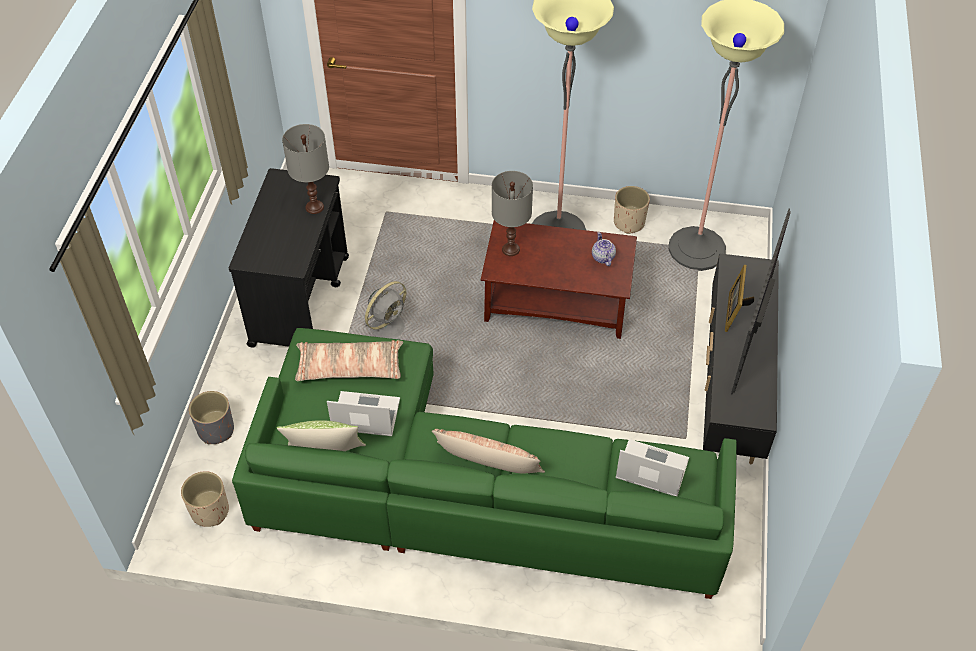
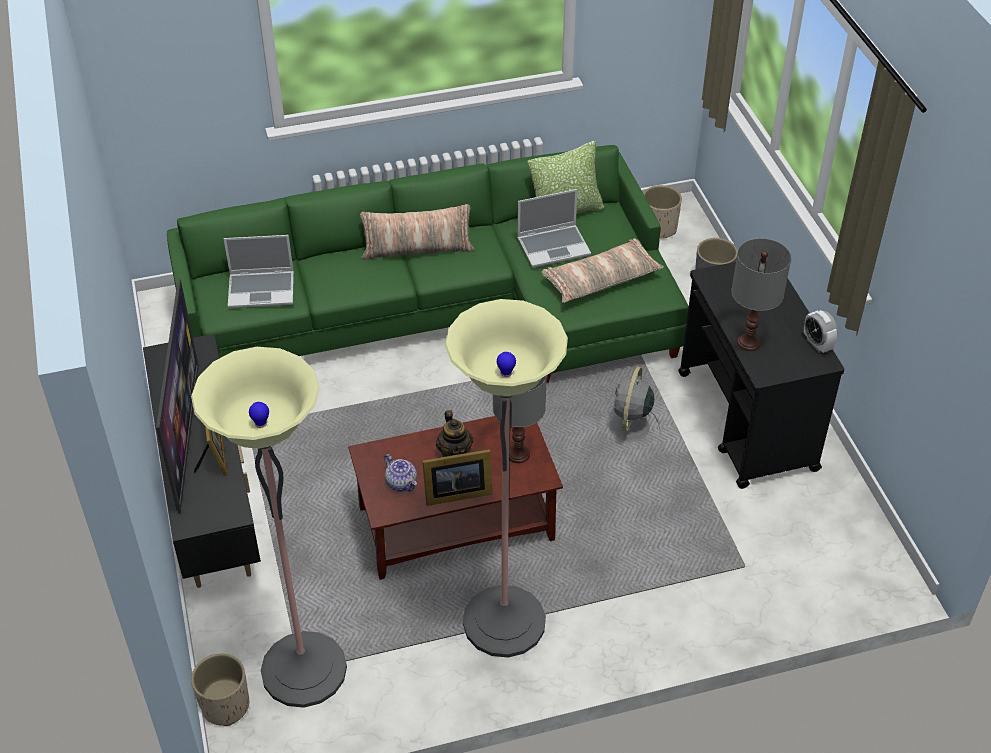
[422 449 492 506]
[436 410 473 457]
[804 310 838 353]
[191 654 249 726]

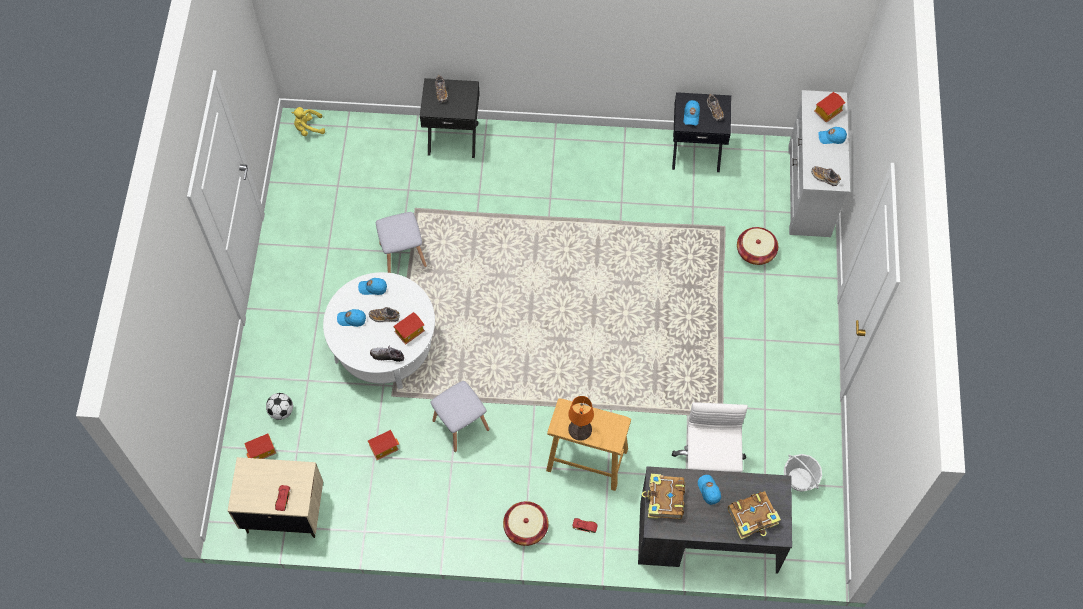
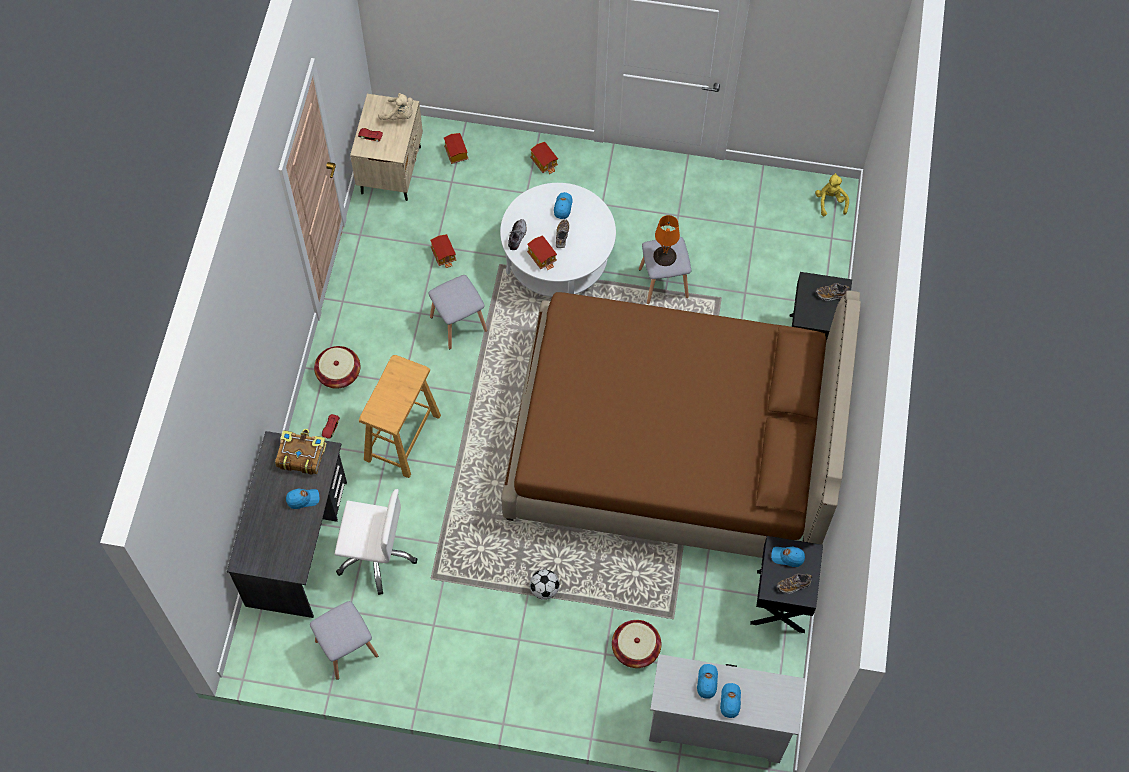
[728 491 781 540] (first image)
[812 166 841 186] (first image)
[378 93 413 120]
[501 290 861 558]
[530 569 560 600]
[697 664 718 699]
[653 215 680 266]
[530 142 558 174]
[310 601 378 680]

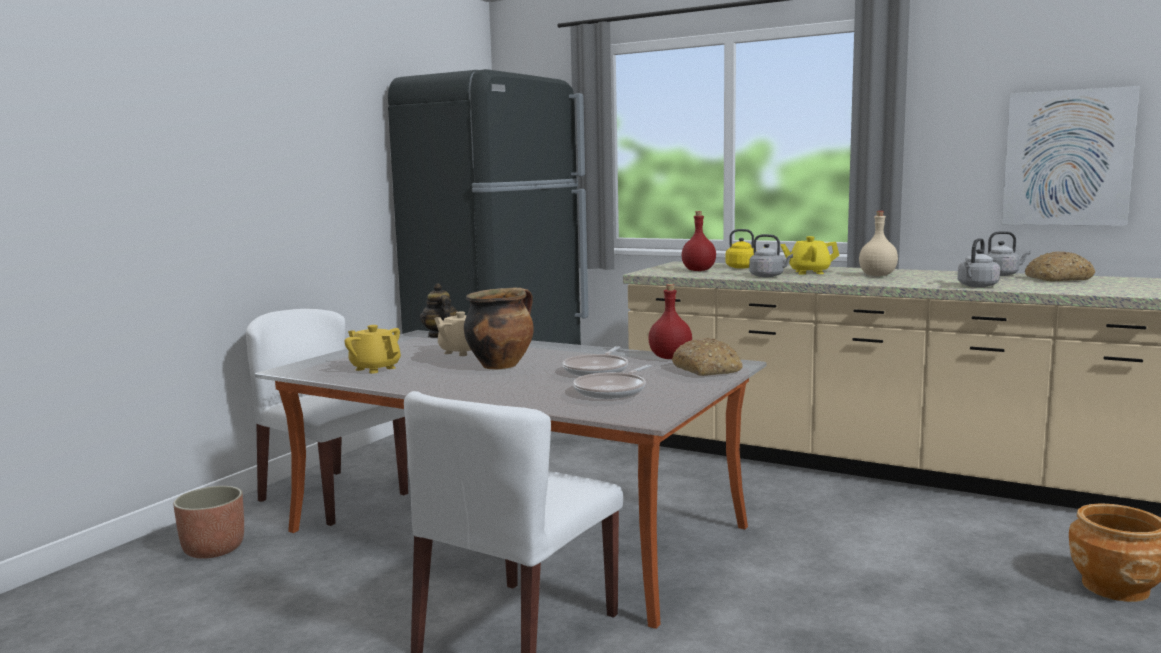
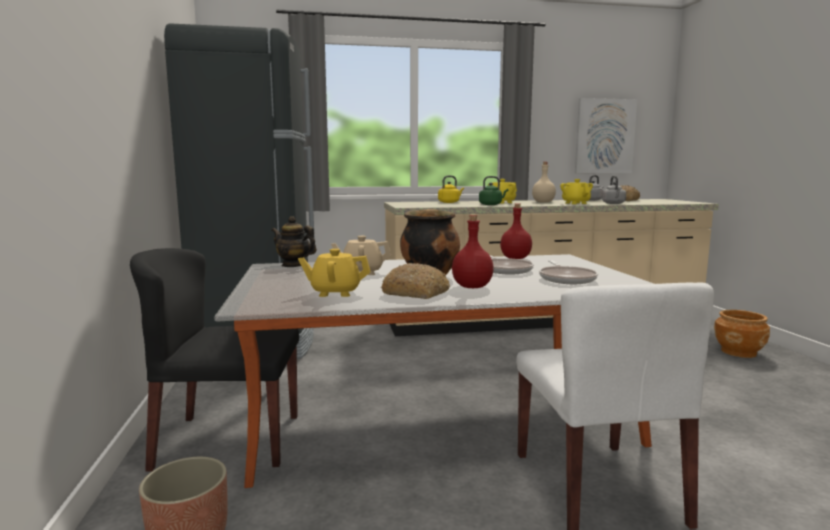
[560 179 593 204]
[381 263 450 299]
[452 215 494 288]
[130 248 299 472]
[479 176 508 205]

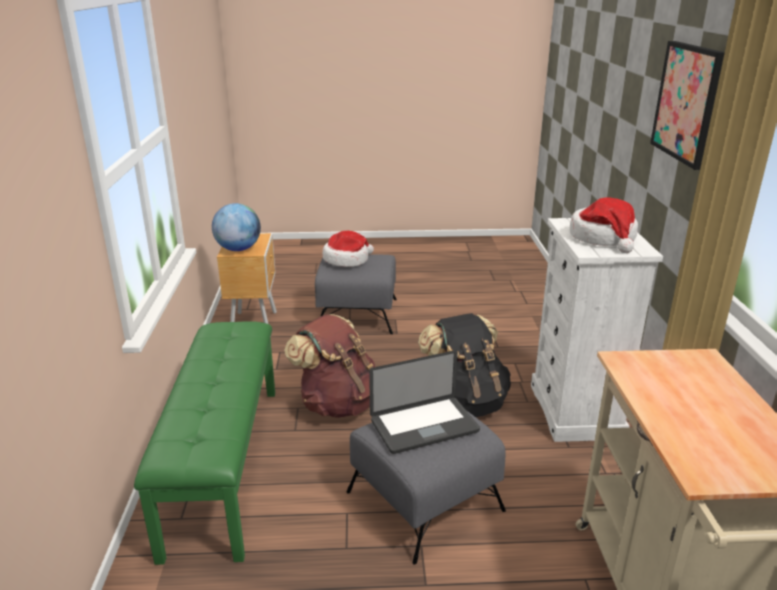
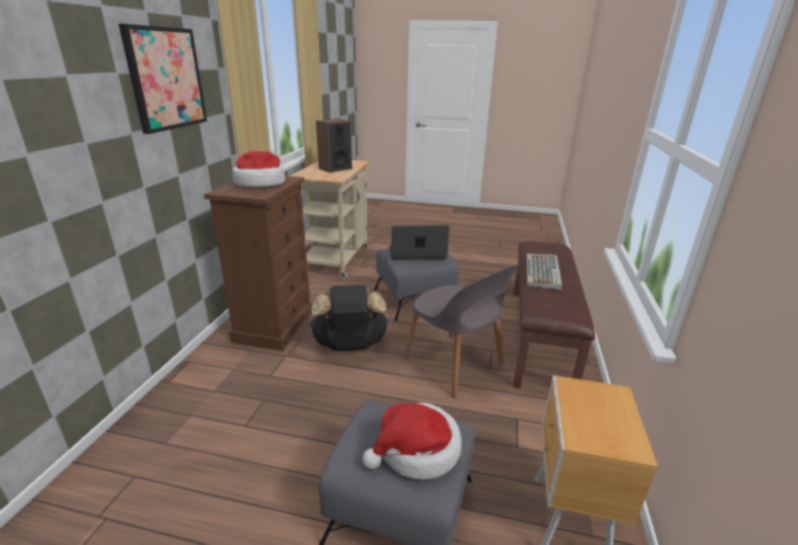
[212 203 261 251] (first image)
[316 119 352 173]
[526 254 562 290]
[404 264 519 398]
[513 241 595 388]
[204 176 313 351]

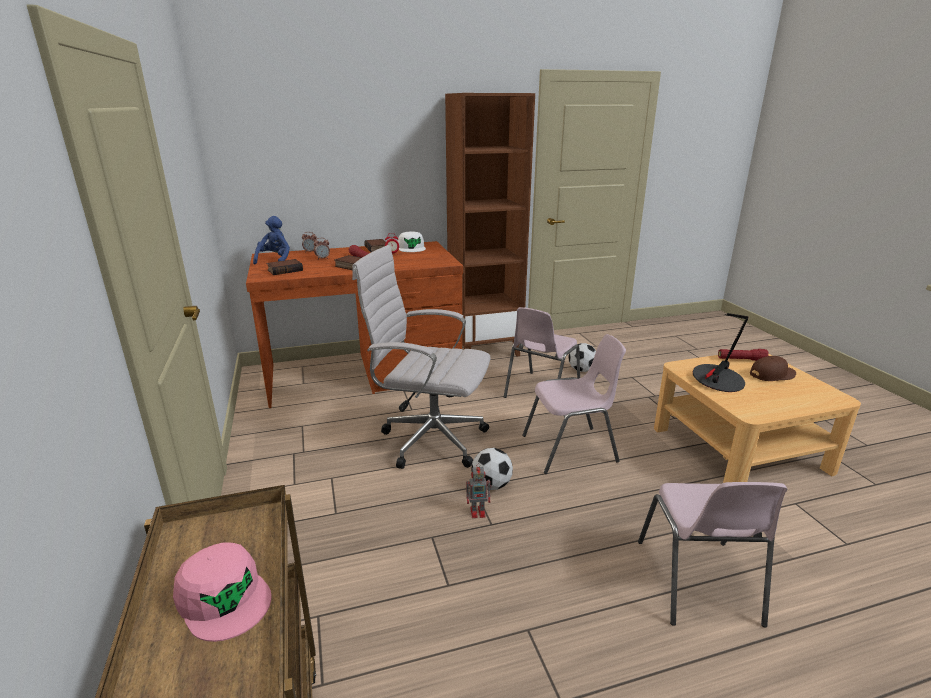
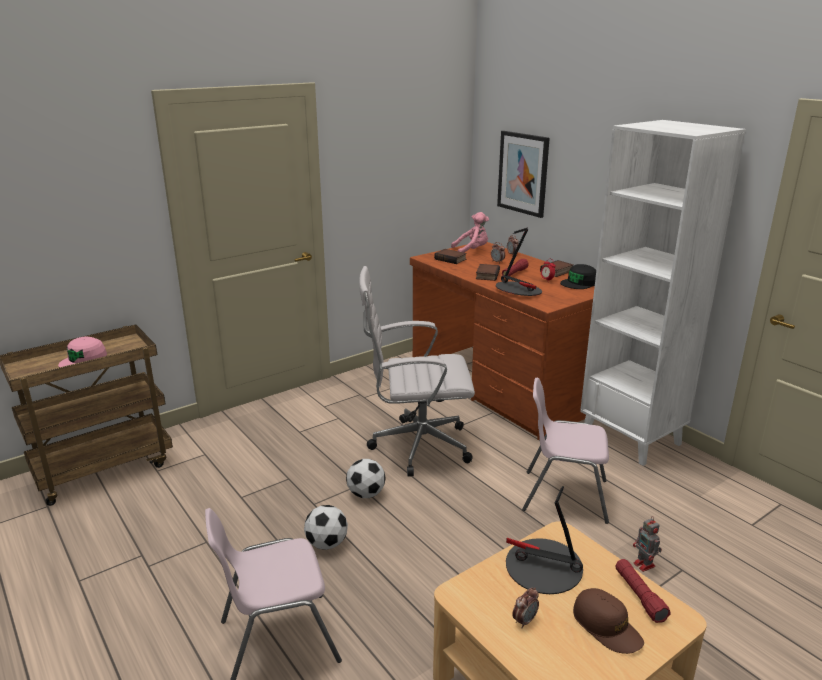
[522 334 626 474] (first image)
[496 228 542 296]
[497 131 550 218]
[512 587 539 628]
[633 516 662 572]
[304 505 348 550]
[451 212 489 253]
[560 264 596 289]
[580 120 746 466]
[359 266 475 476]

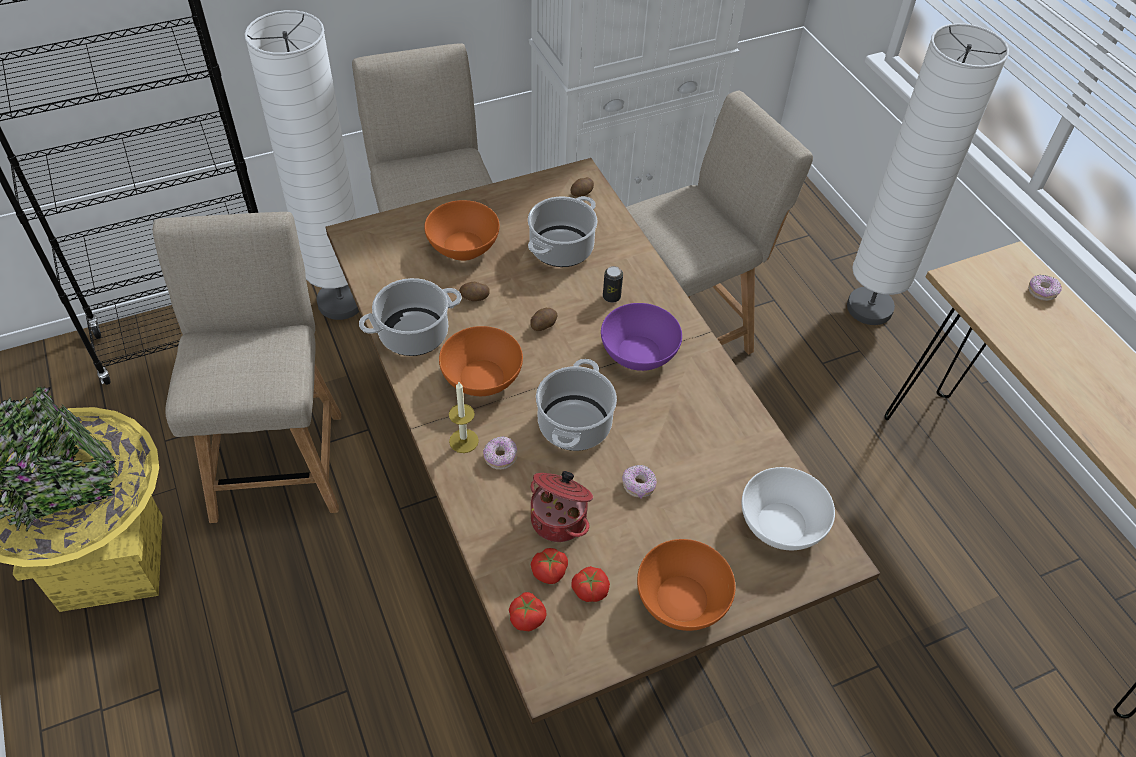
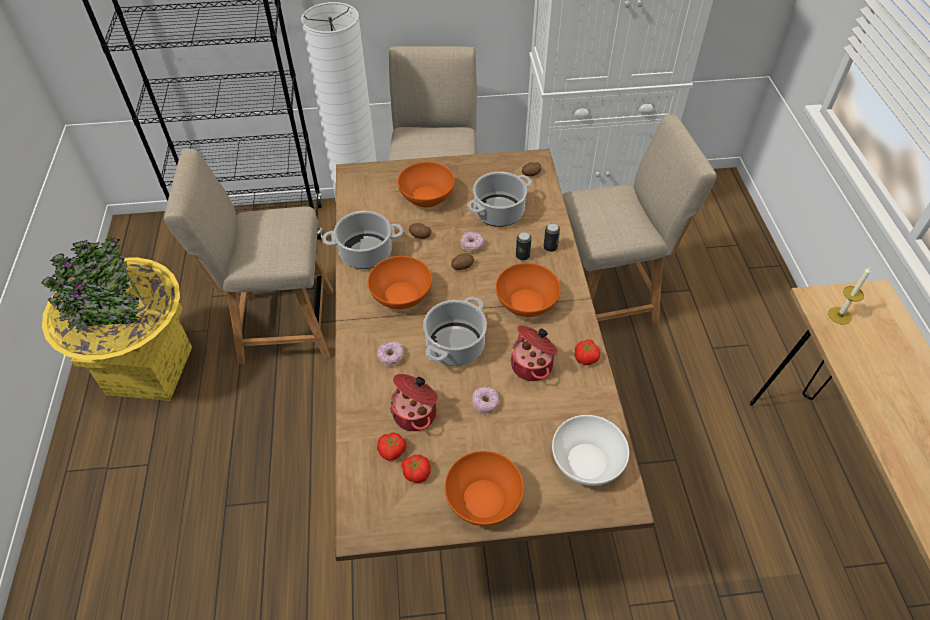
[847 23 1009 325] (first image)
[511 325 558 381]
[543 223 560 252]
[828 267 870 325]
[575 339 600 365]
[460 231 484 252]
[496 263 561 317]
[164 149 333 365]

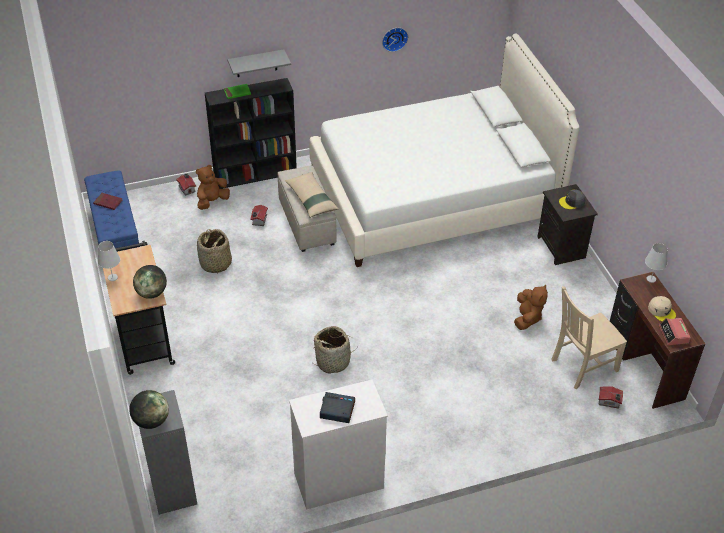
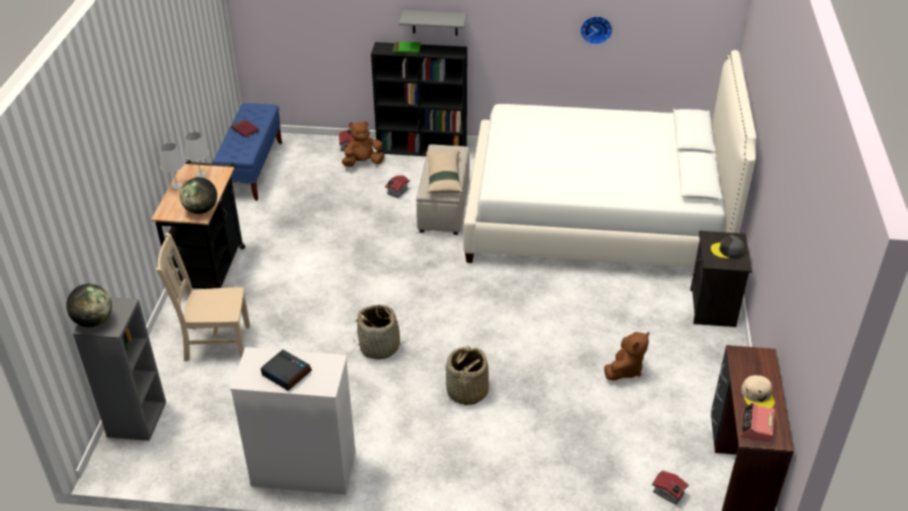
[446 345 489 406]
[156 232 250 362]
[185 132 209 178]

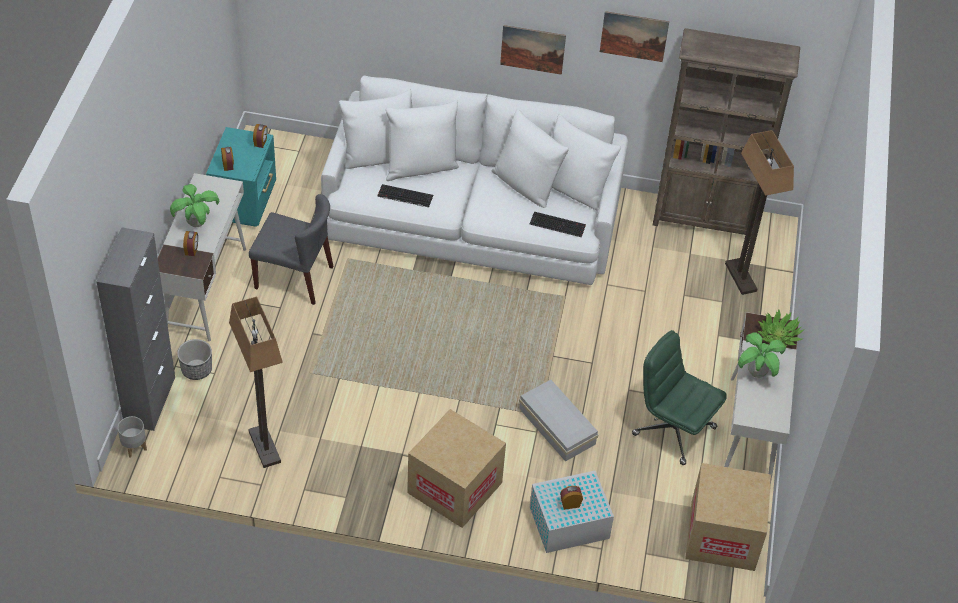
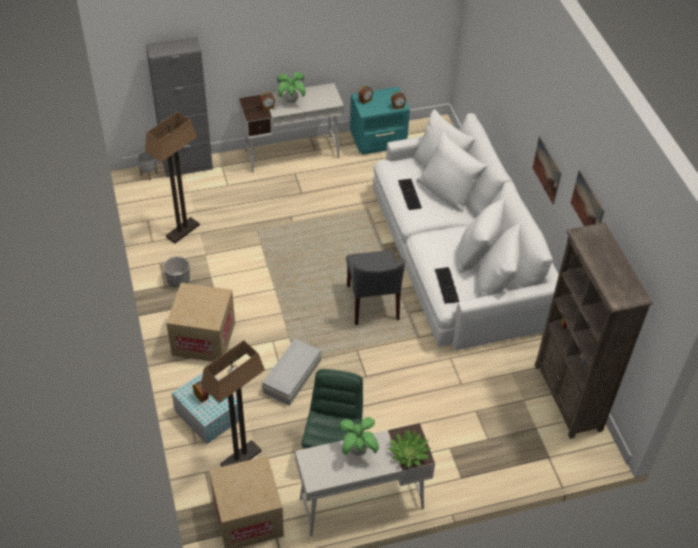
[163 256 190 287]
[346 250 405 325]
[201 340 265 467]

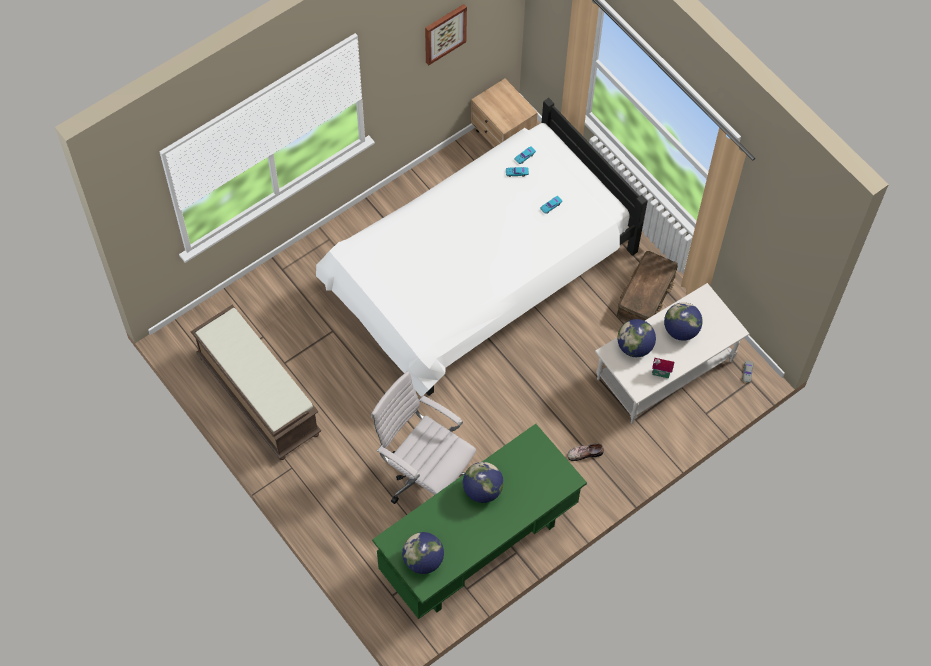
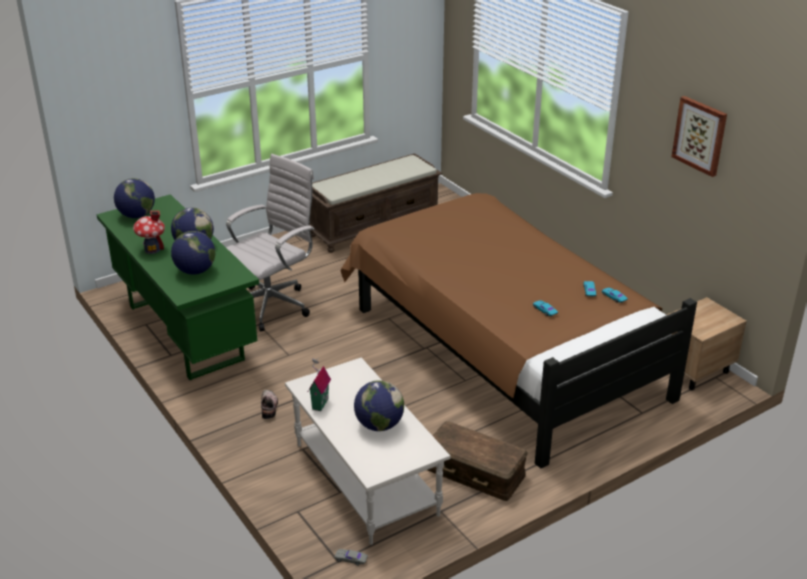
[133 210 165 254]
[171 231 215 275]
[341 193 697 469]

